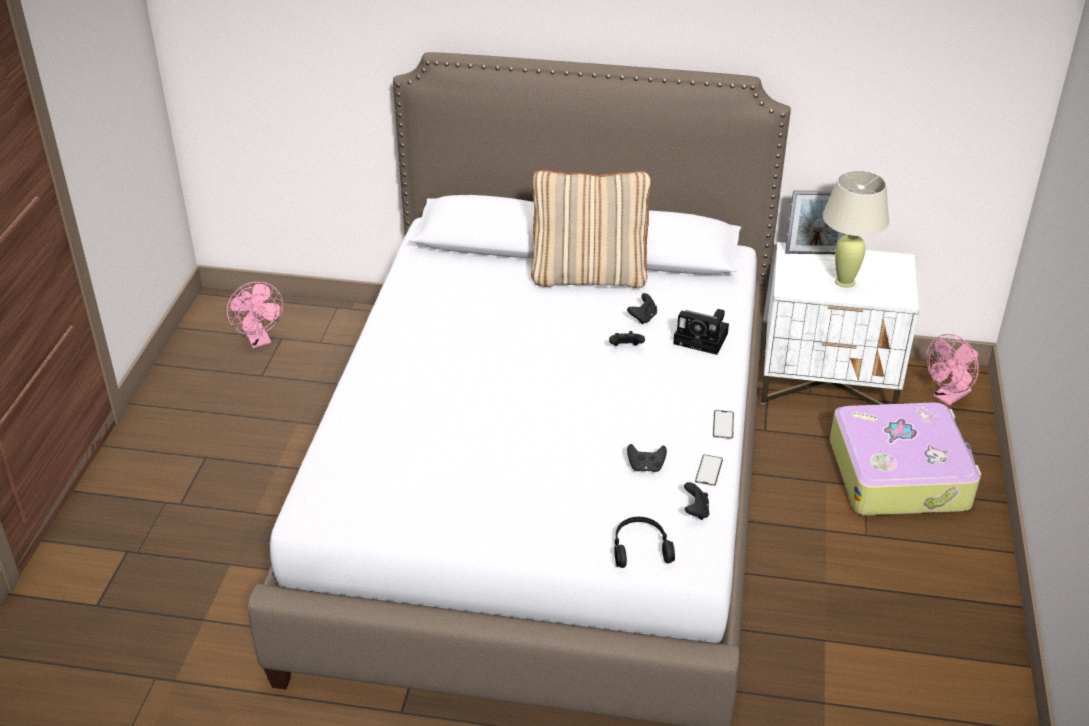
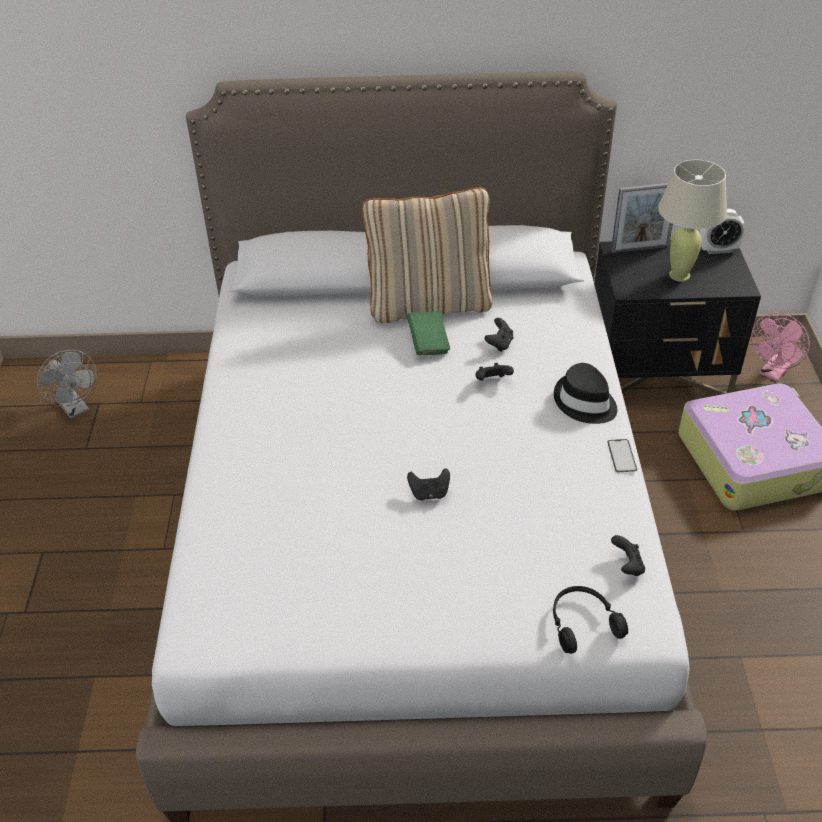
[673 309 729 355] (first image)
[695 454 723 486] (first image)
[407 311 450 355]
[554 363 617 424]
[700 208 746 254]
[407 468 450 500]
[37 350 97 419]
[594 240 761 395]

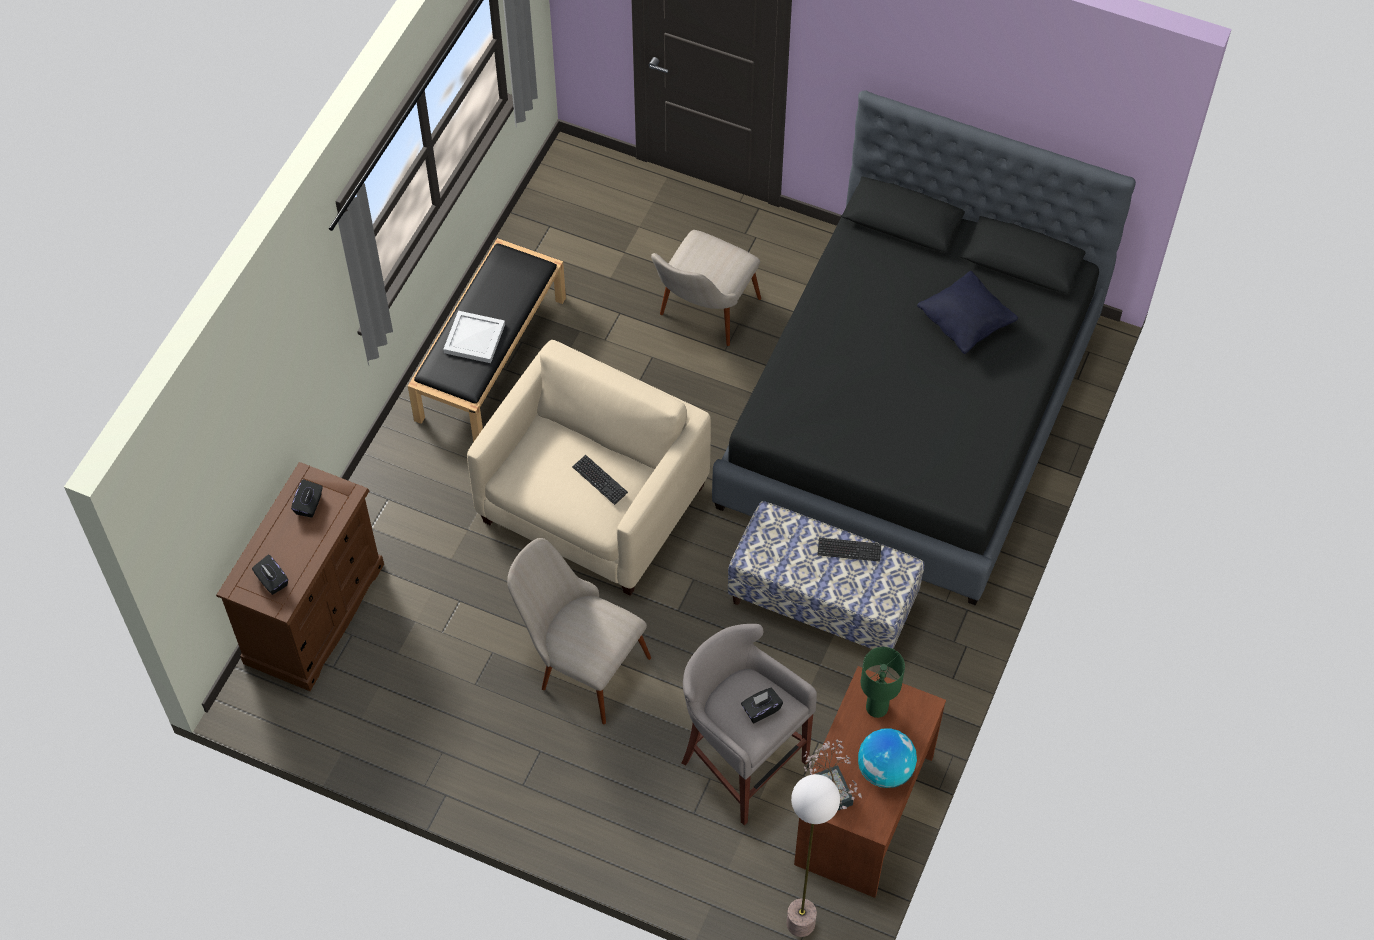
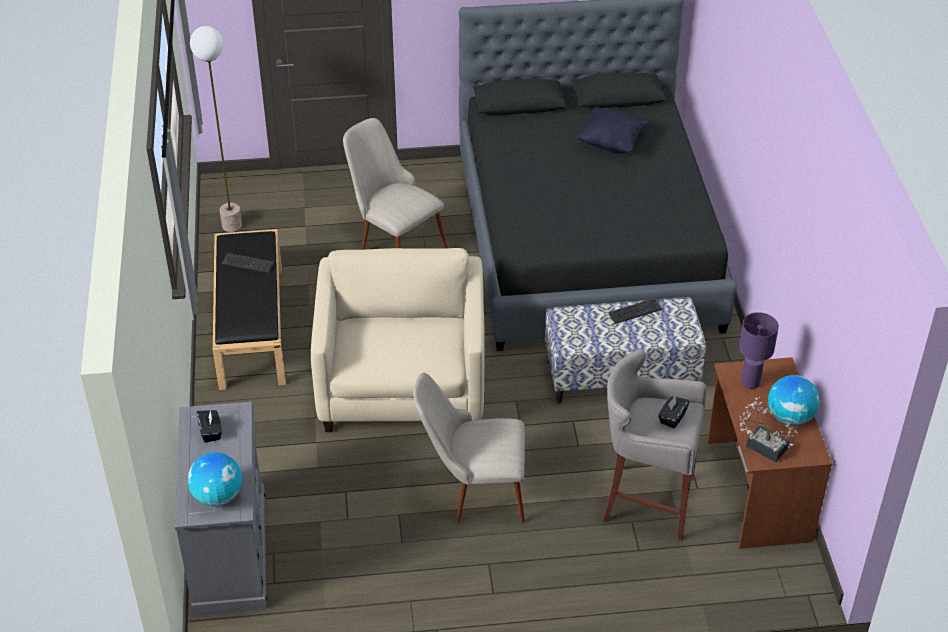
[443 311 505 363] (first image)
[222 253 274 273]
[190 26 242 232]
[188 452 242 506]
[175 402 267 616]
[739 312 779 389]
[343 118 448 250]

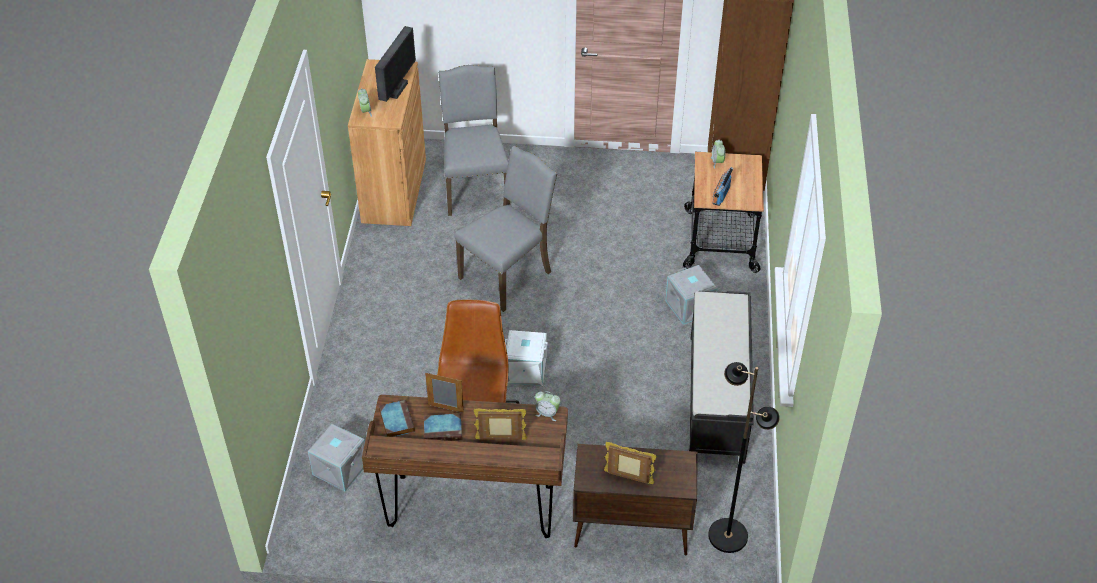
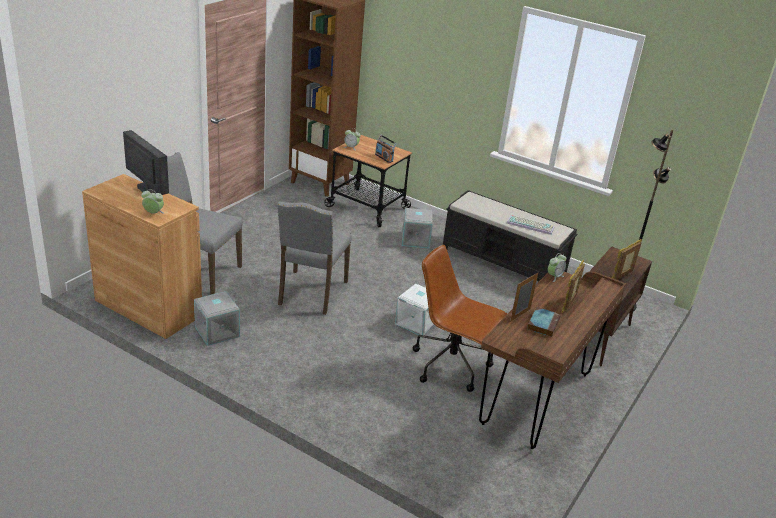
[379 400 415 437] (first image)
[507 215 555 235]
[194 291 240 346]
[277 201 352 315]

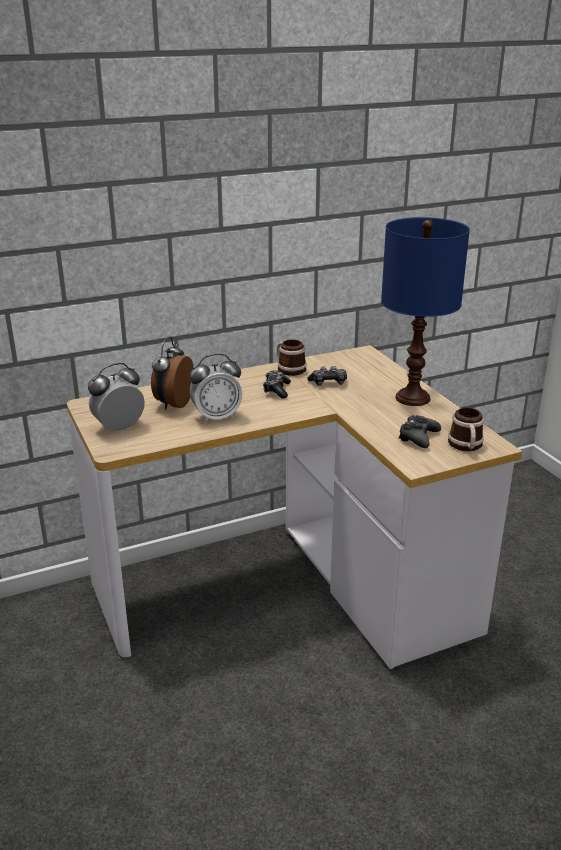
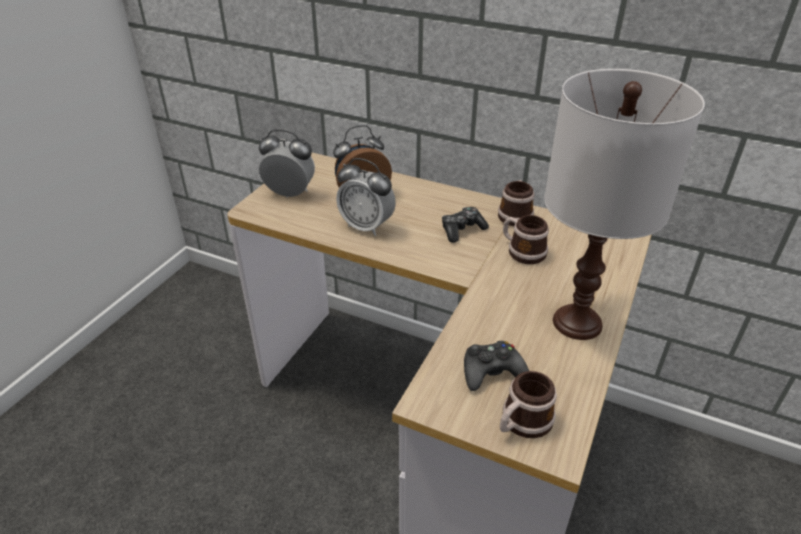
[503 215 549 264]
[544 69 705 340]

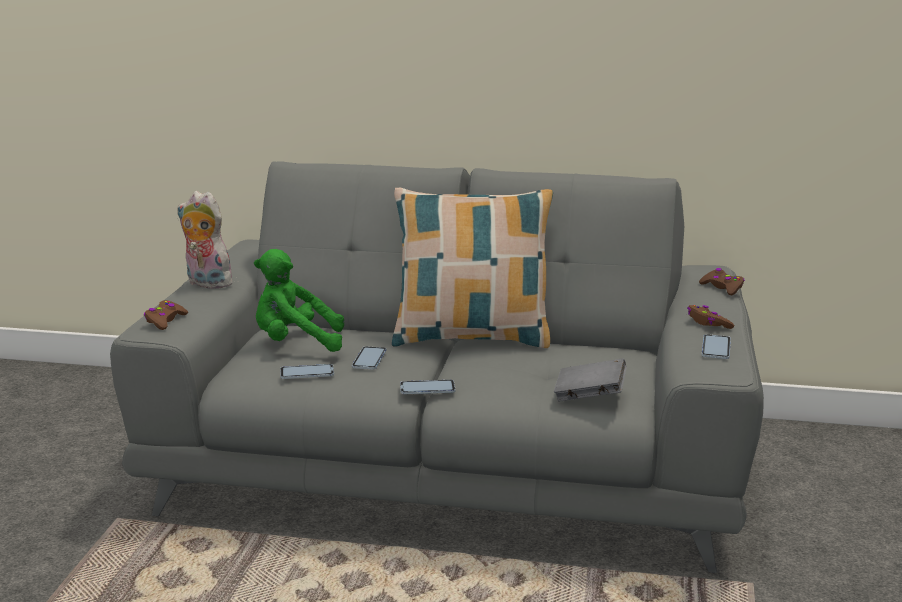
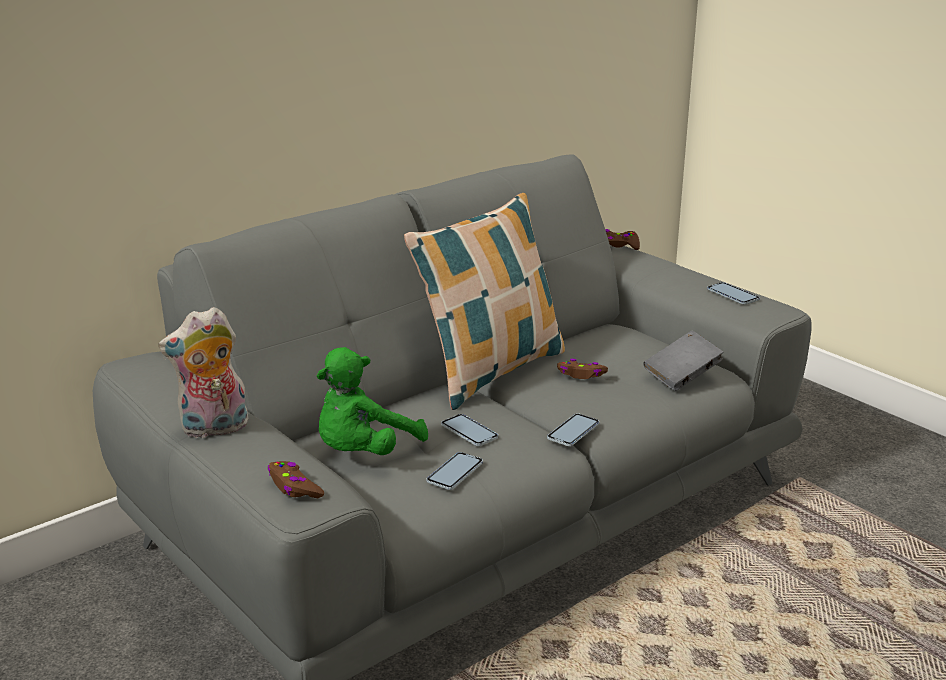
[557 359 608 379]

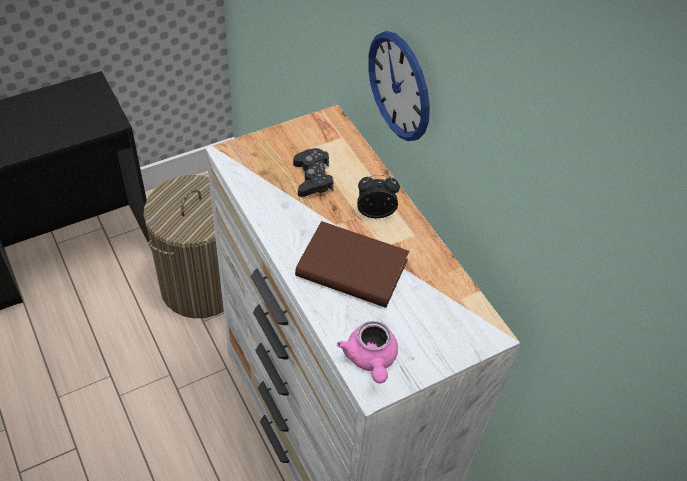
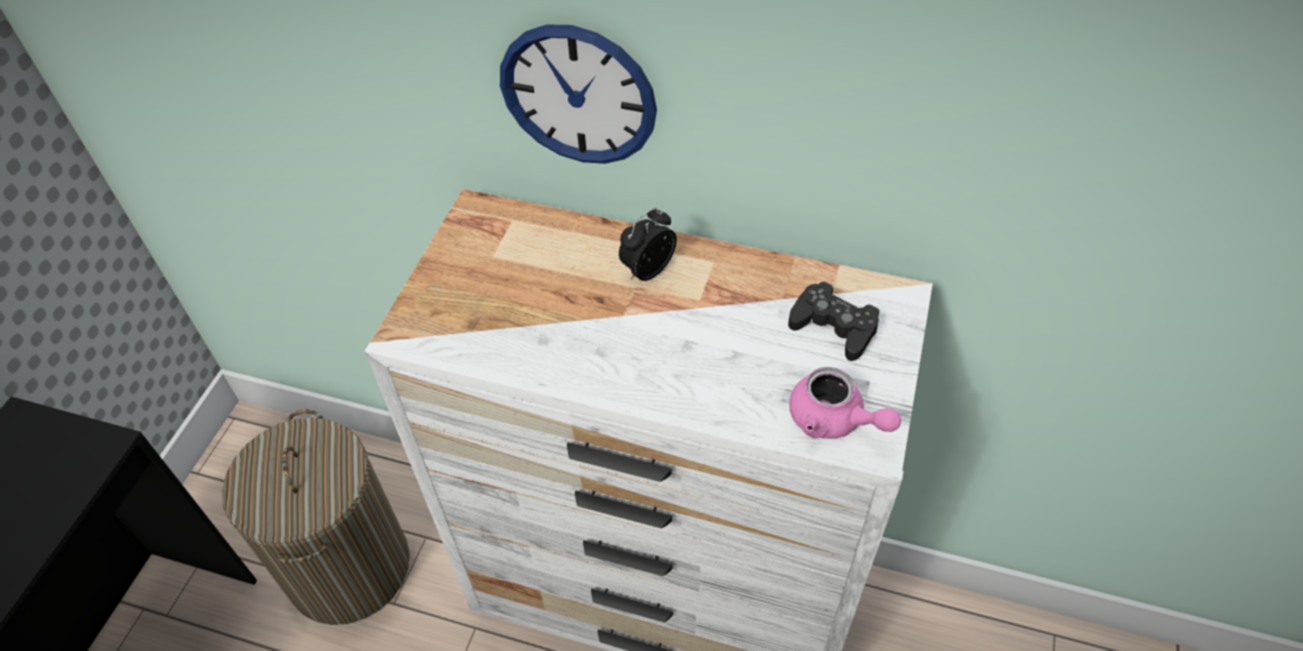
[295 221 409 308] (first image)
[788 282 880 361]

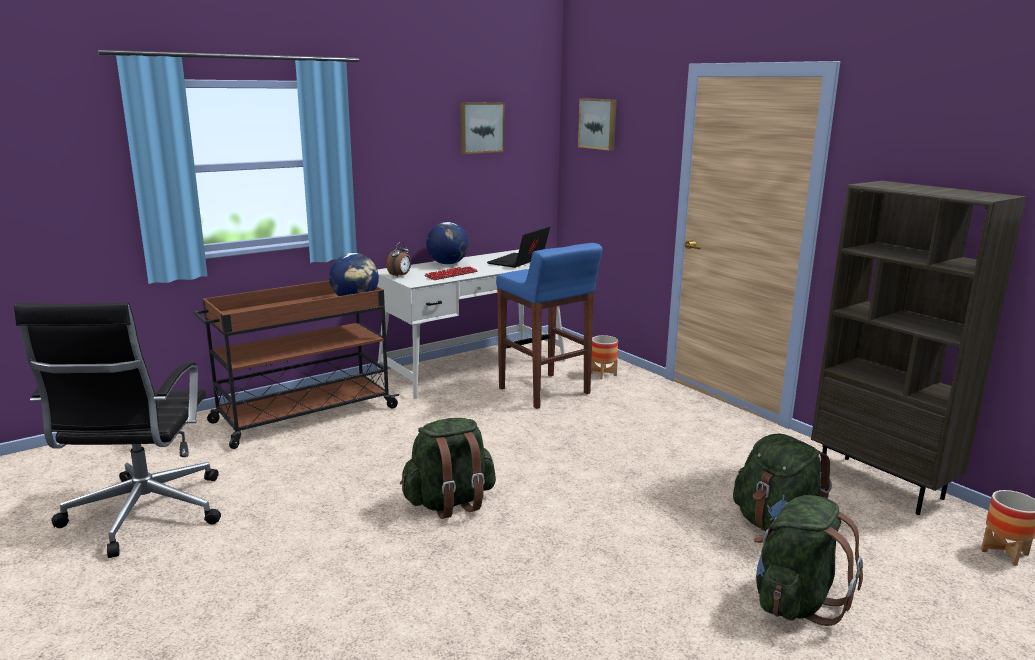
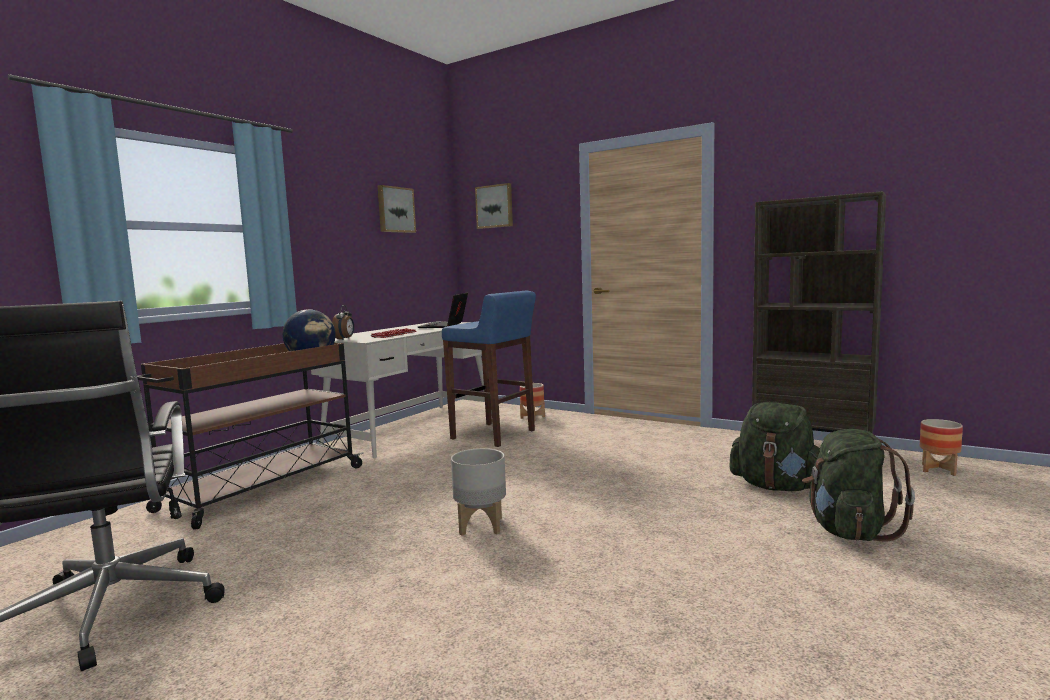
[426 222 469 265] (first image)
[451 448 506 536]

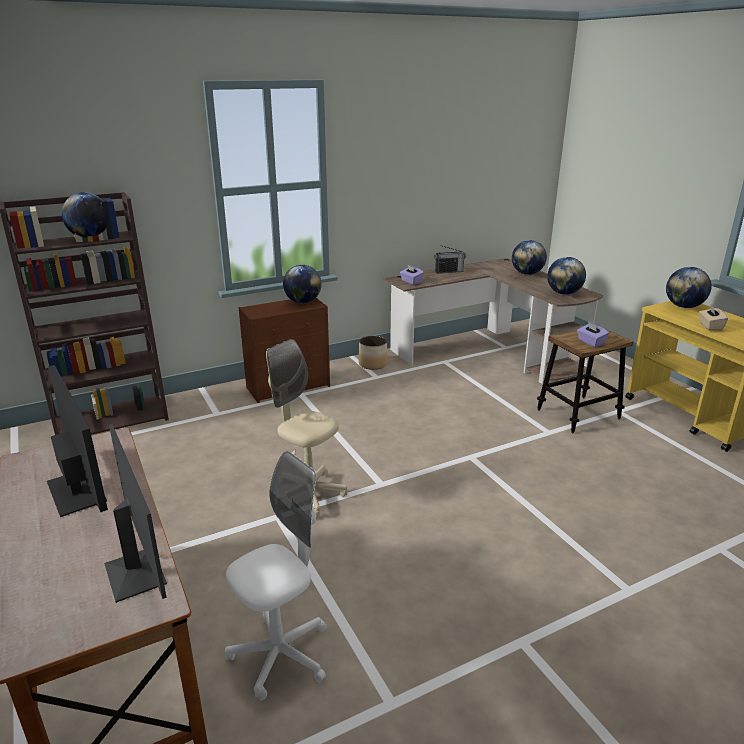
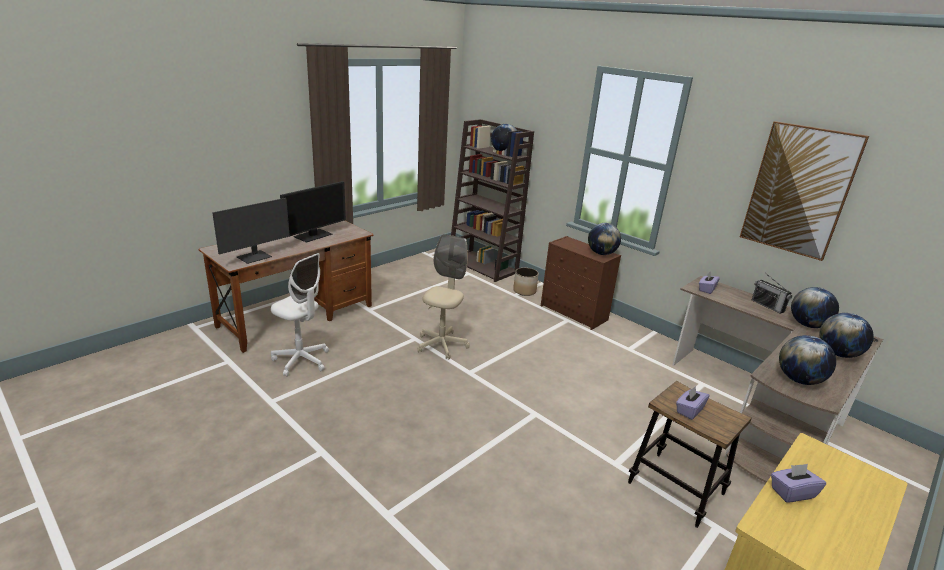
[740 121 869 261]
[513 268 539 296]
[791 287 839 328]
[771 464 826 503]

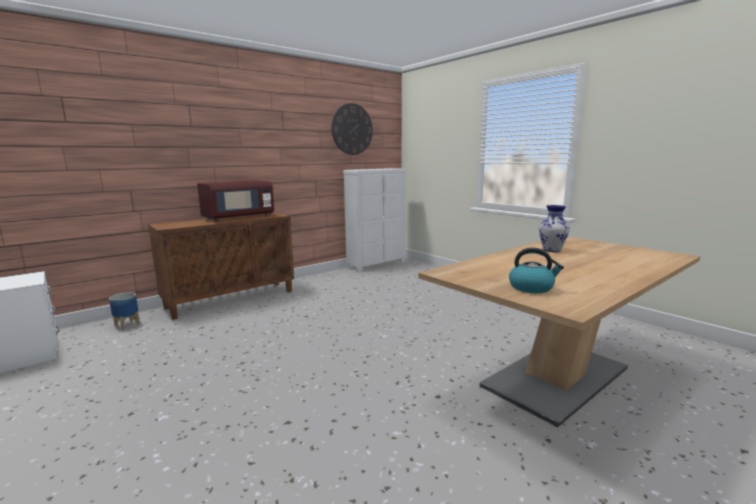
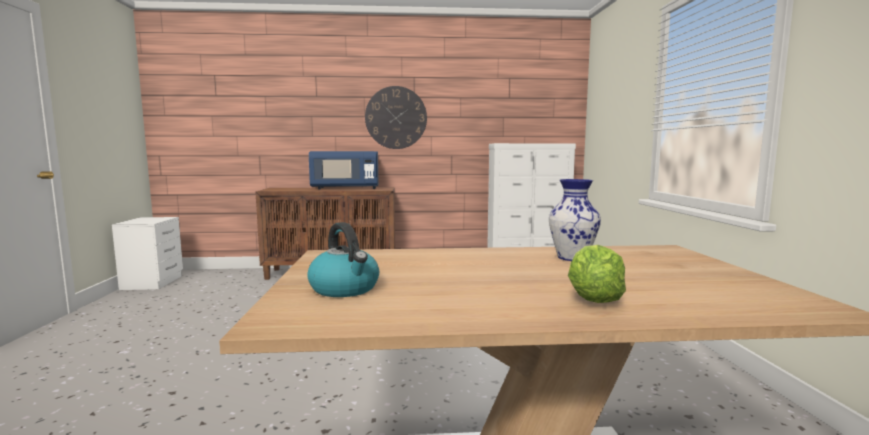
[109 292 140 330] (first image)
[568 245 626 303]
[365 86 427 149]
[309 151 379 190]

